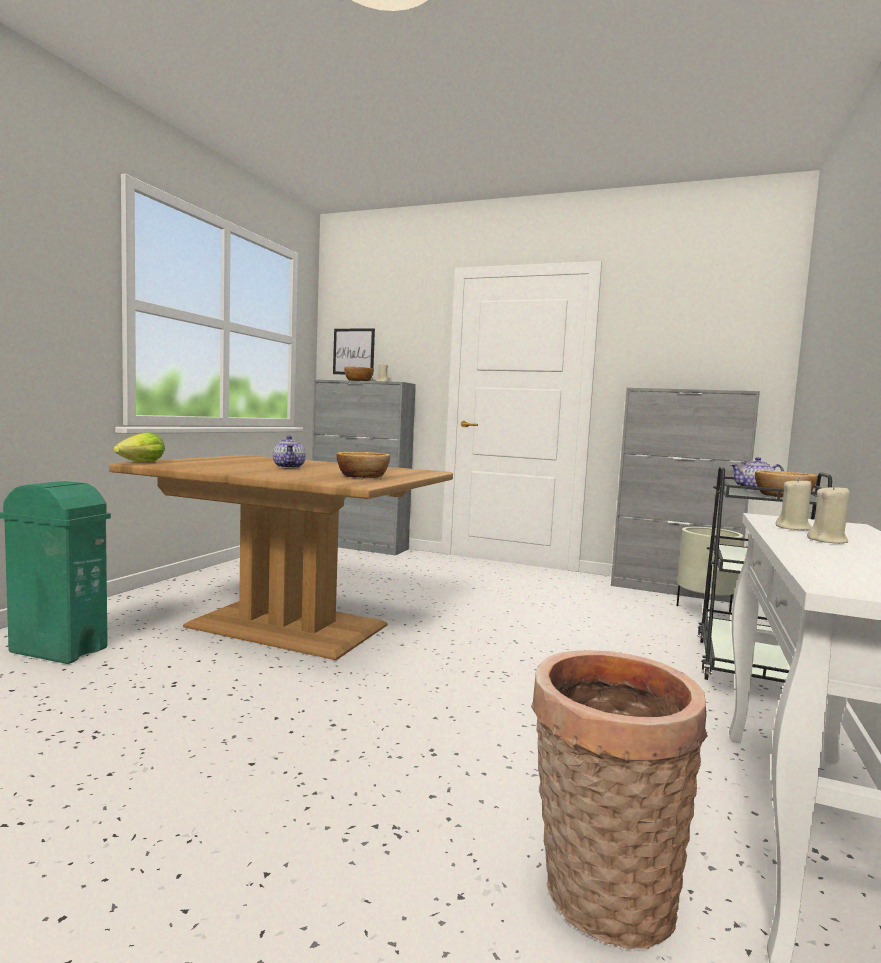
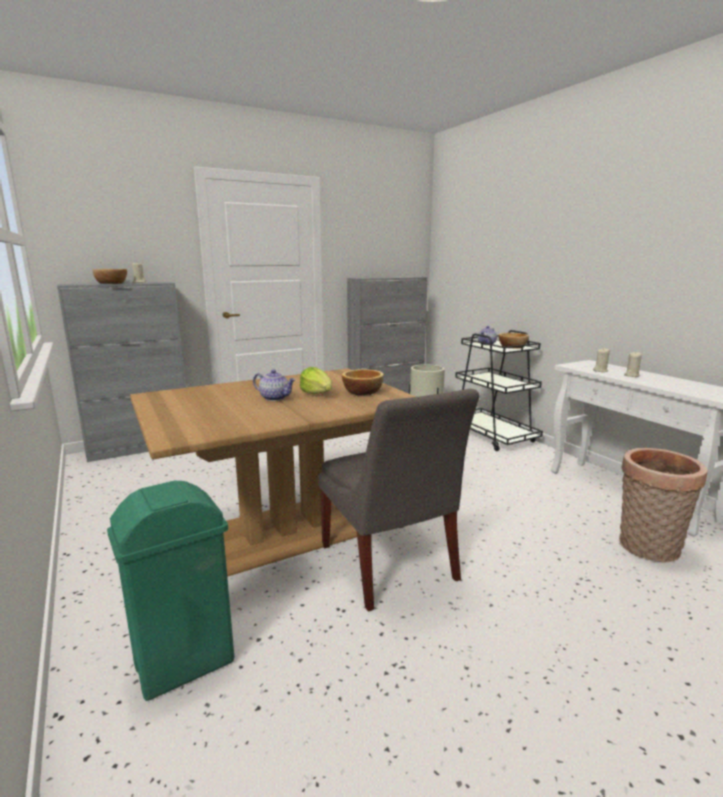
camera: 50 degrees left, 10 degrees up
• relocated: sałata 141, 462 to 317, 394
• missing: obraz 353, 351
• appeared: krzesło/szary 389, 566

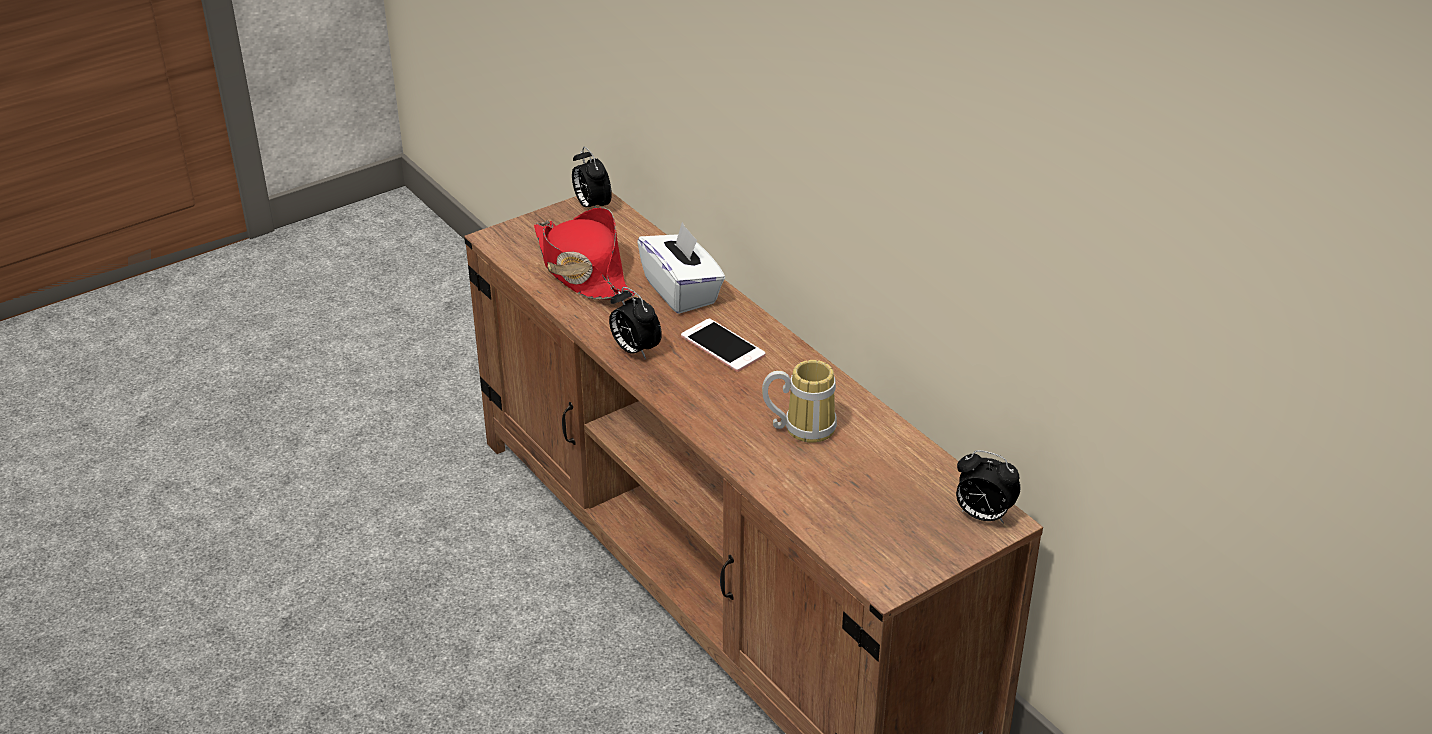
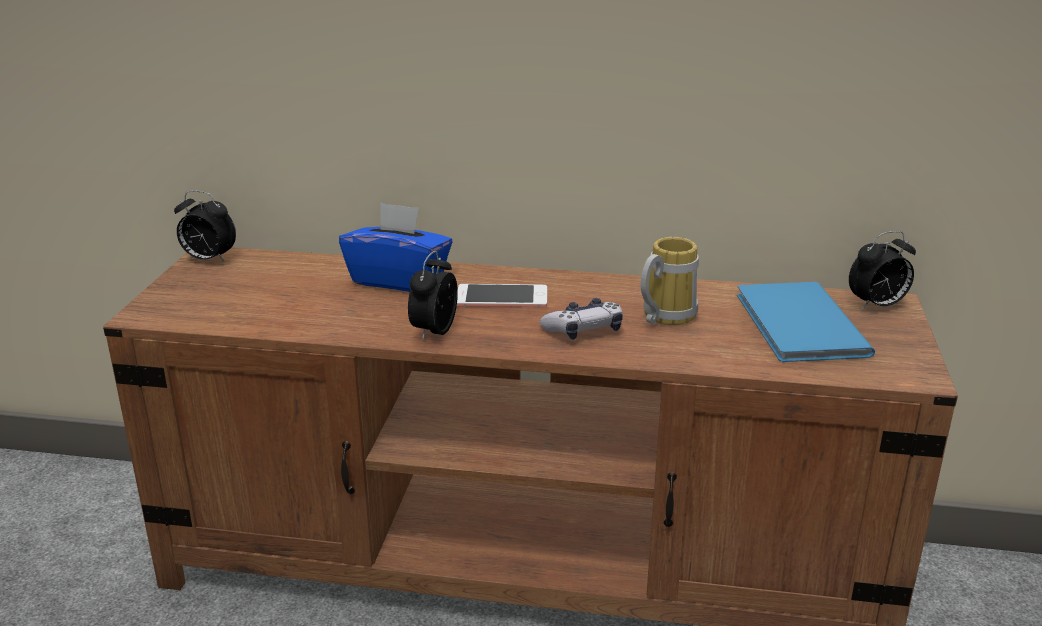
camera: 45 degrees left, 10 degrees down
• missing: kapelusz/czerwony 582, 270
• spun: budzik 634, 350 = 434, 331 105 degrees clockwise
• colour: pudełko chusteczek/biały 681, 291 to pudełko chusteczek/niebieski 399, 279
• appeared: pad do gier 584, 330
• appeared: książka/niebieski 798, 326

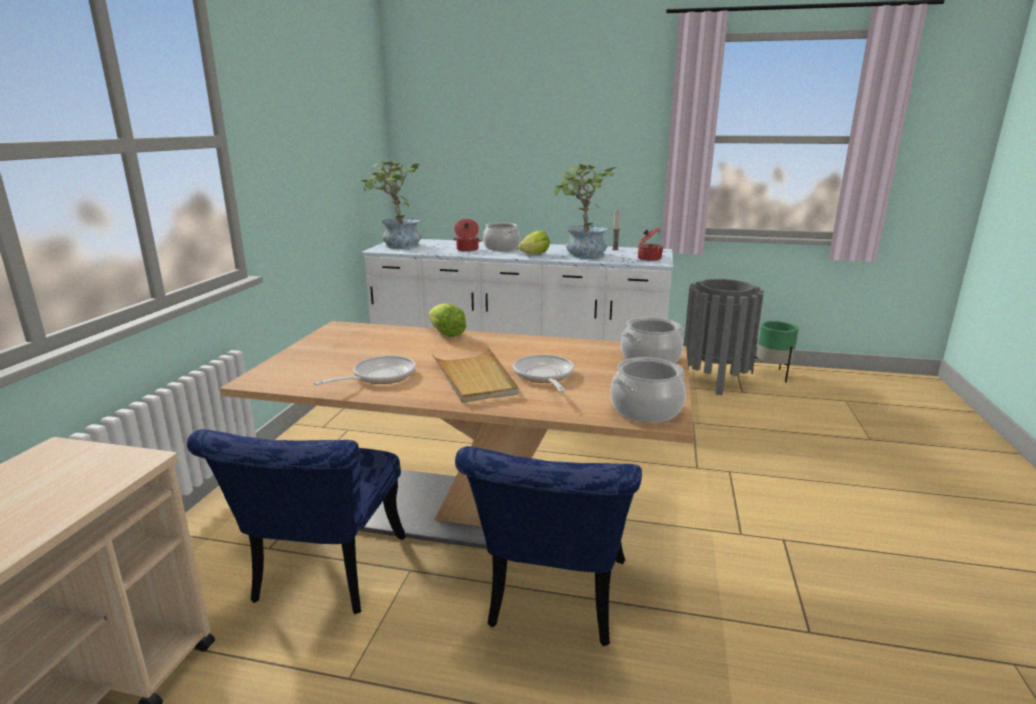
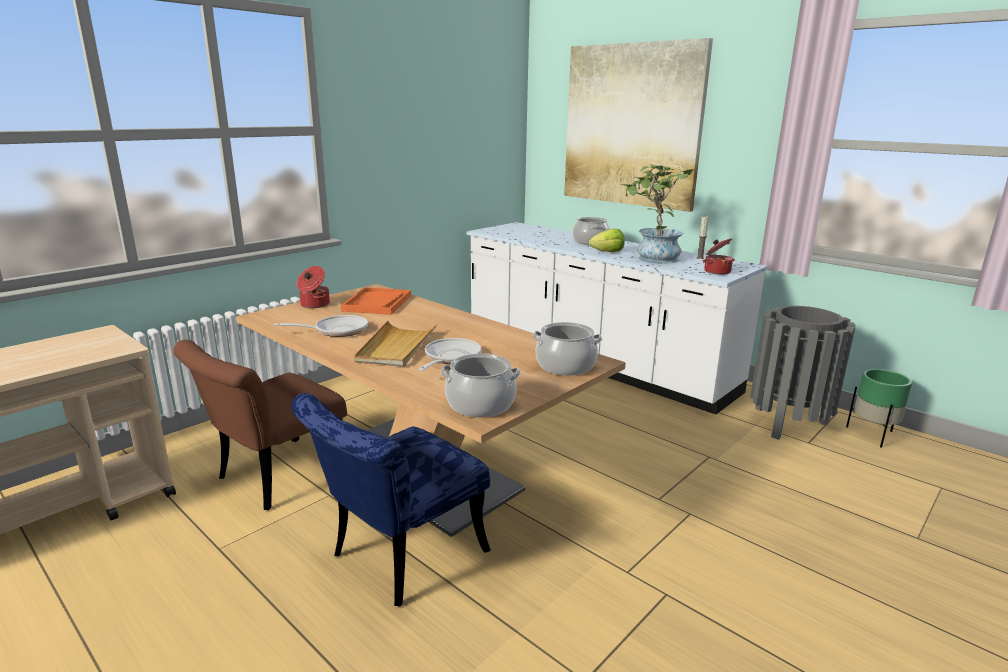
camera: 30 degrees right, 0 degrees up
• colour: krzesło/niebieski 323, 577 to krzesło/brązowy 273, 478
• missing: roślina doniczkowa 397, 246
• missing: sałata 446, 333
• relocated: garnek 467, 249 to 314, 305
• appeared: taca/pomarańczowy 377, 303
• appeared: obraz 632, 126

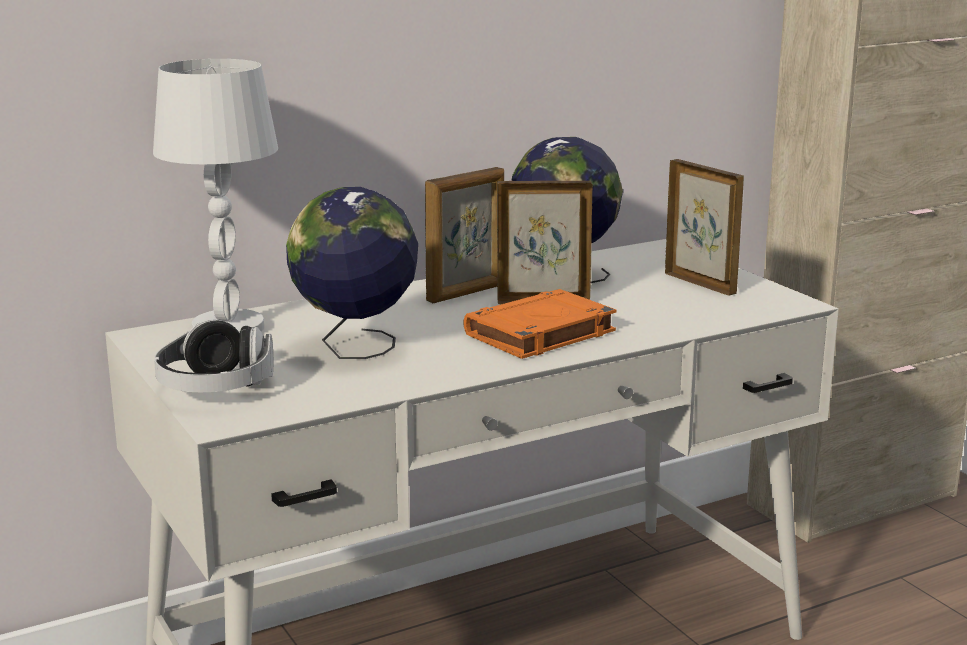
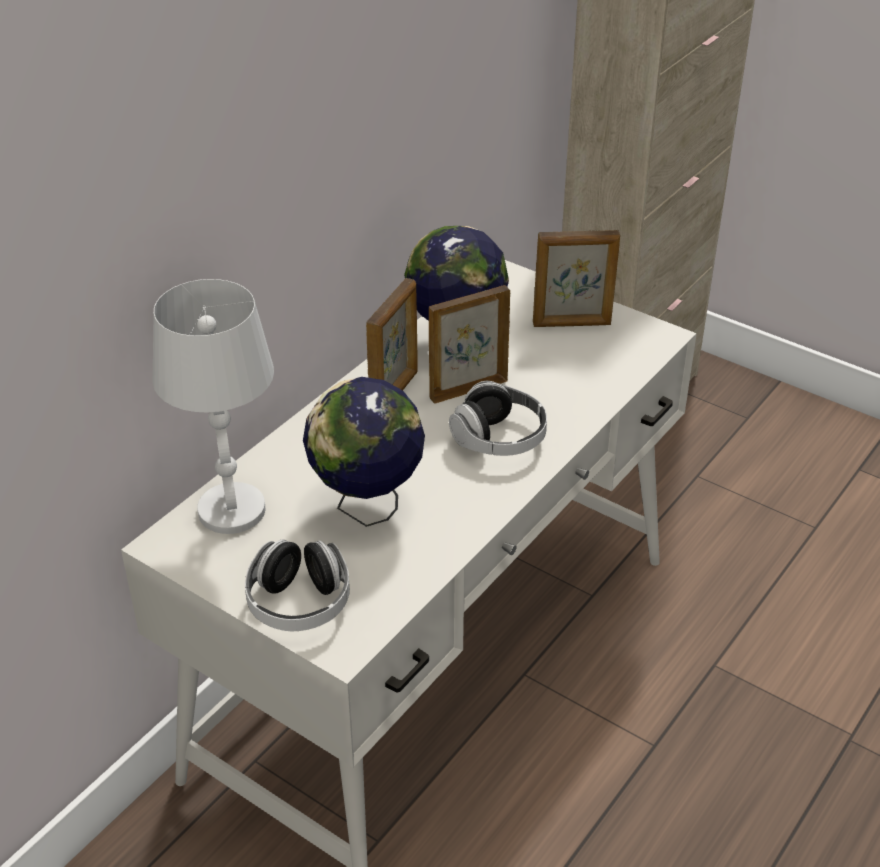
camera: 25 degrees left, 20 degrees up
• exchanged: książka/pomarańczowy 539, 334 to słuchawki 499, 439
• spun: ramka na zdjęcie 700, 283 = 572, 324 150 degrees clockwise

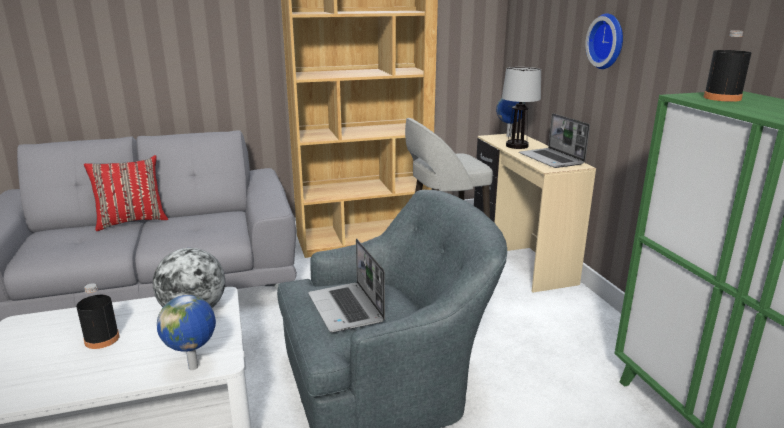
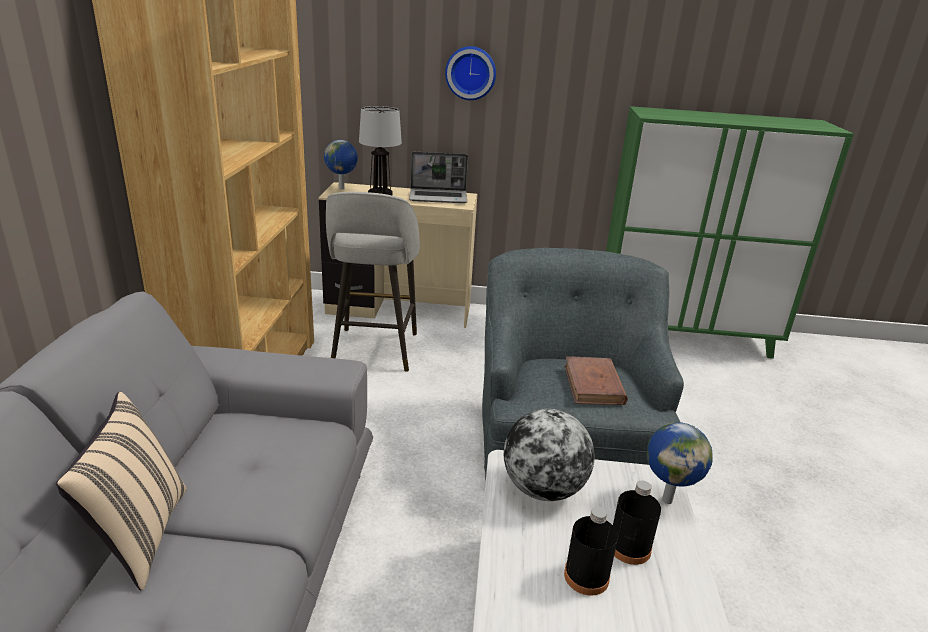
camera: 70 degrees left, 5 degrees up
• colour: poduszka/czerwony 132, 221 to poduszka/beżowy 139, 536
• exchanged: laptop 347, 309 to książka/brązowy 593, 385
• relocated: butelka/czarny 722, 98 to 629, 547

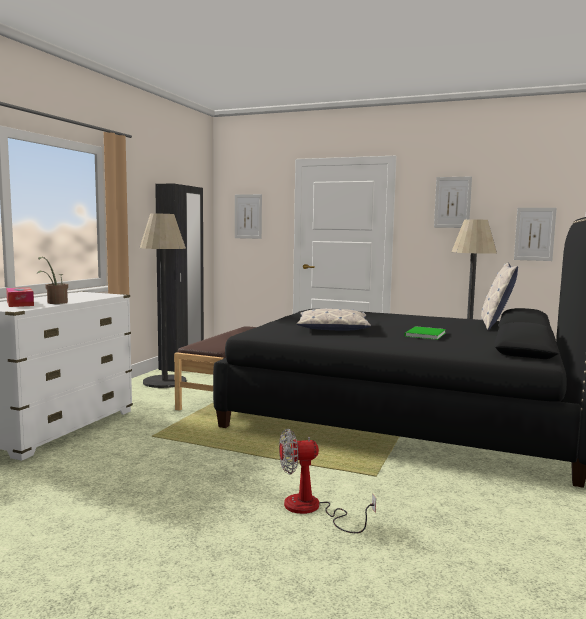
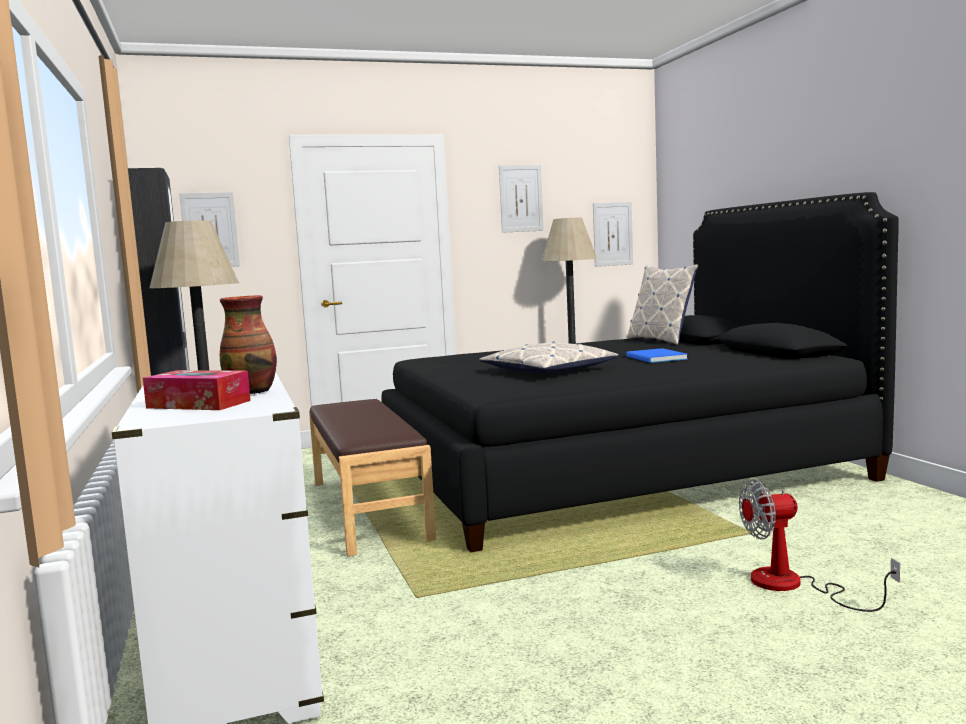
camera: 40 degrees left, 0 degrees up
• exchanged: roślina doniczkowa 55, 303 to wazon 252, 392
• spun: wentylator 312, 509 = 793, 586 45 degrees clockwise
• colour: książka/zielony 423, 334 to książka/niebieski 655, 358

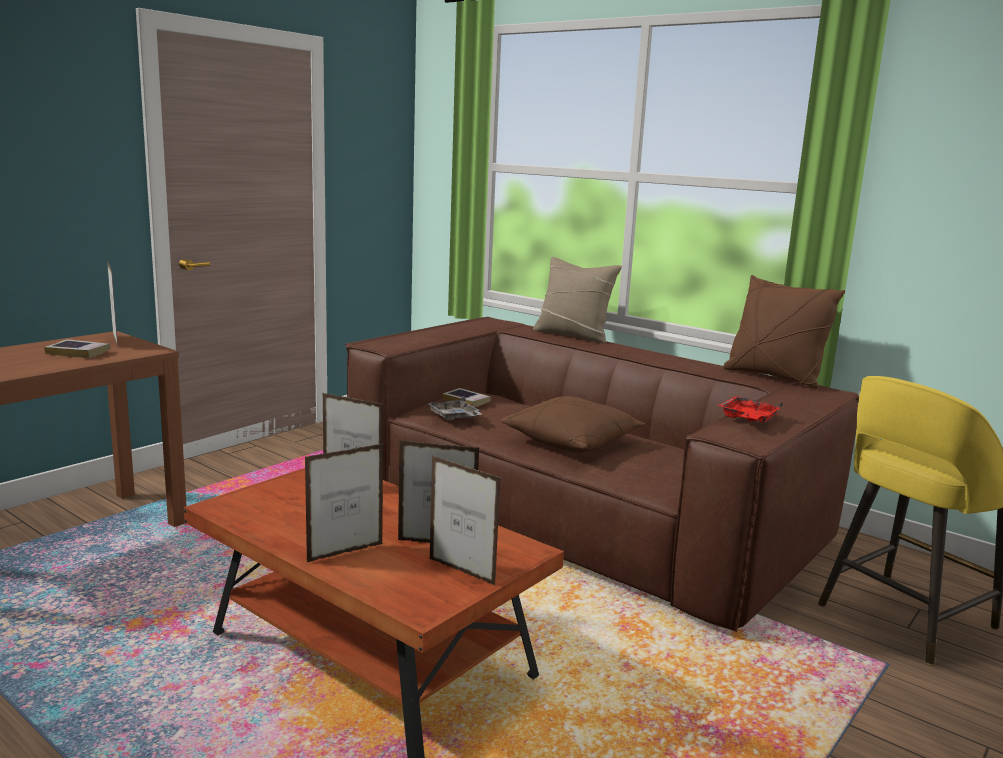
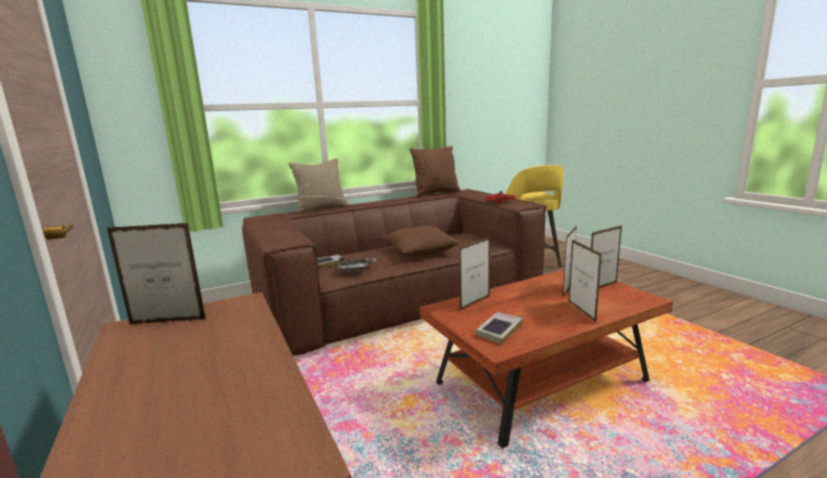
camera: 65 degrees left, 0 degrees up
• relocated: książka 78, 353 to 499, 331

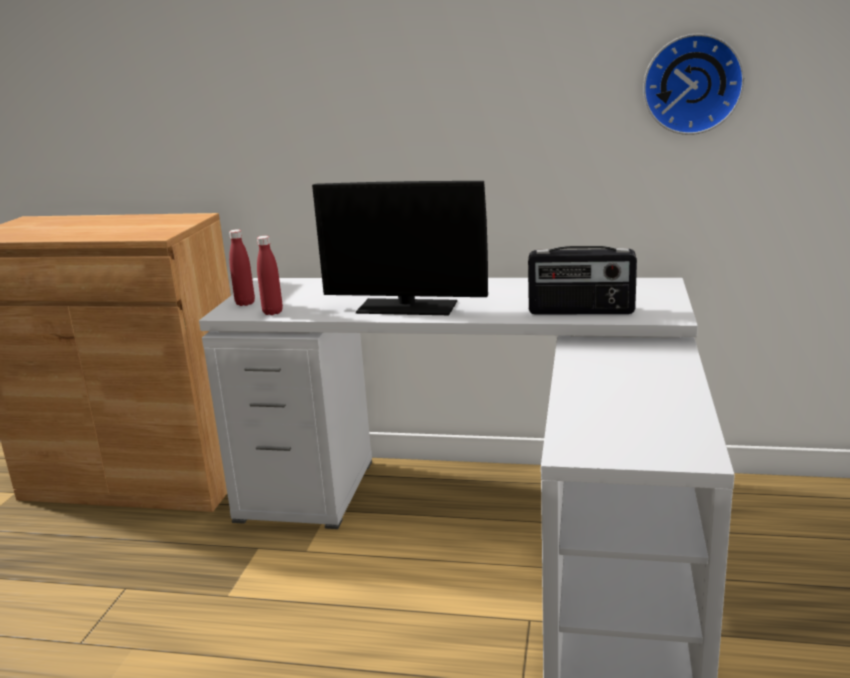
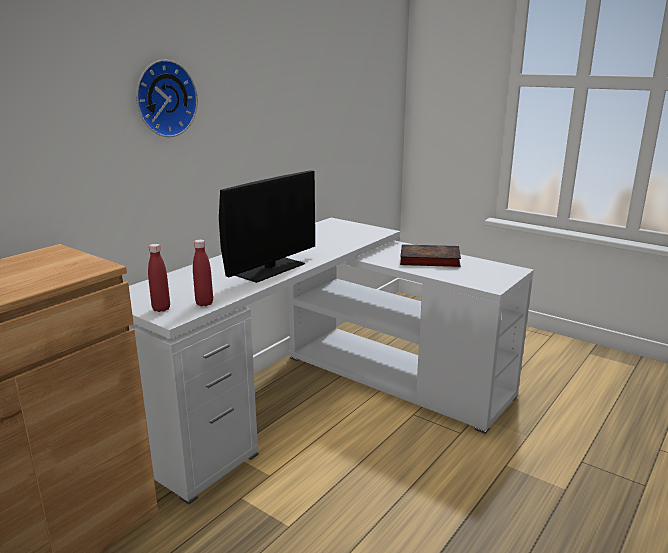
camera: 65 degrees left, 0 degrees up
• missing: radio 581, 311
• relocated: zegar ścienny 692, 84 to 164, 98
• appeared: książka 428, 260

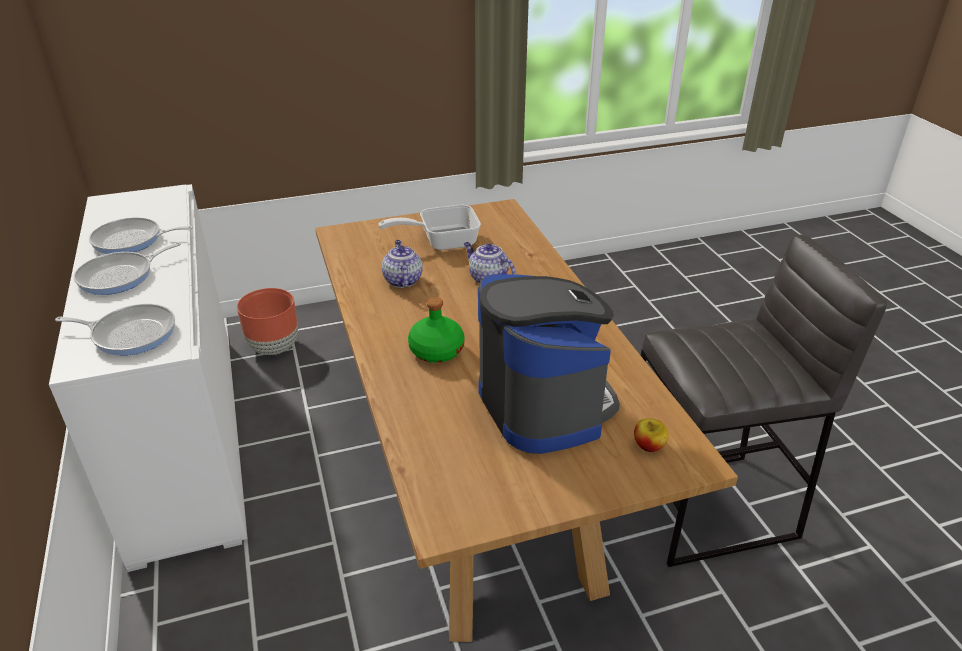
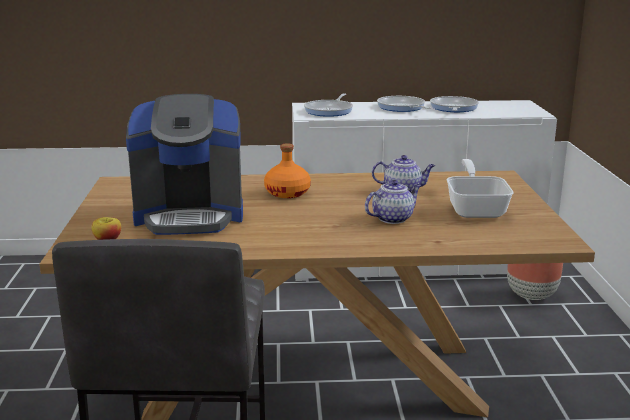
camera: 105 degrees right, 15 degrees down
• colour: butelka/zielony 436, 350 to butelka/pomarańczowy 287, 193

